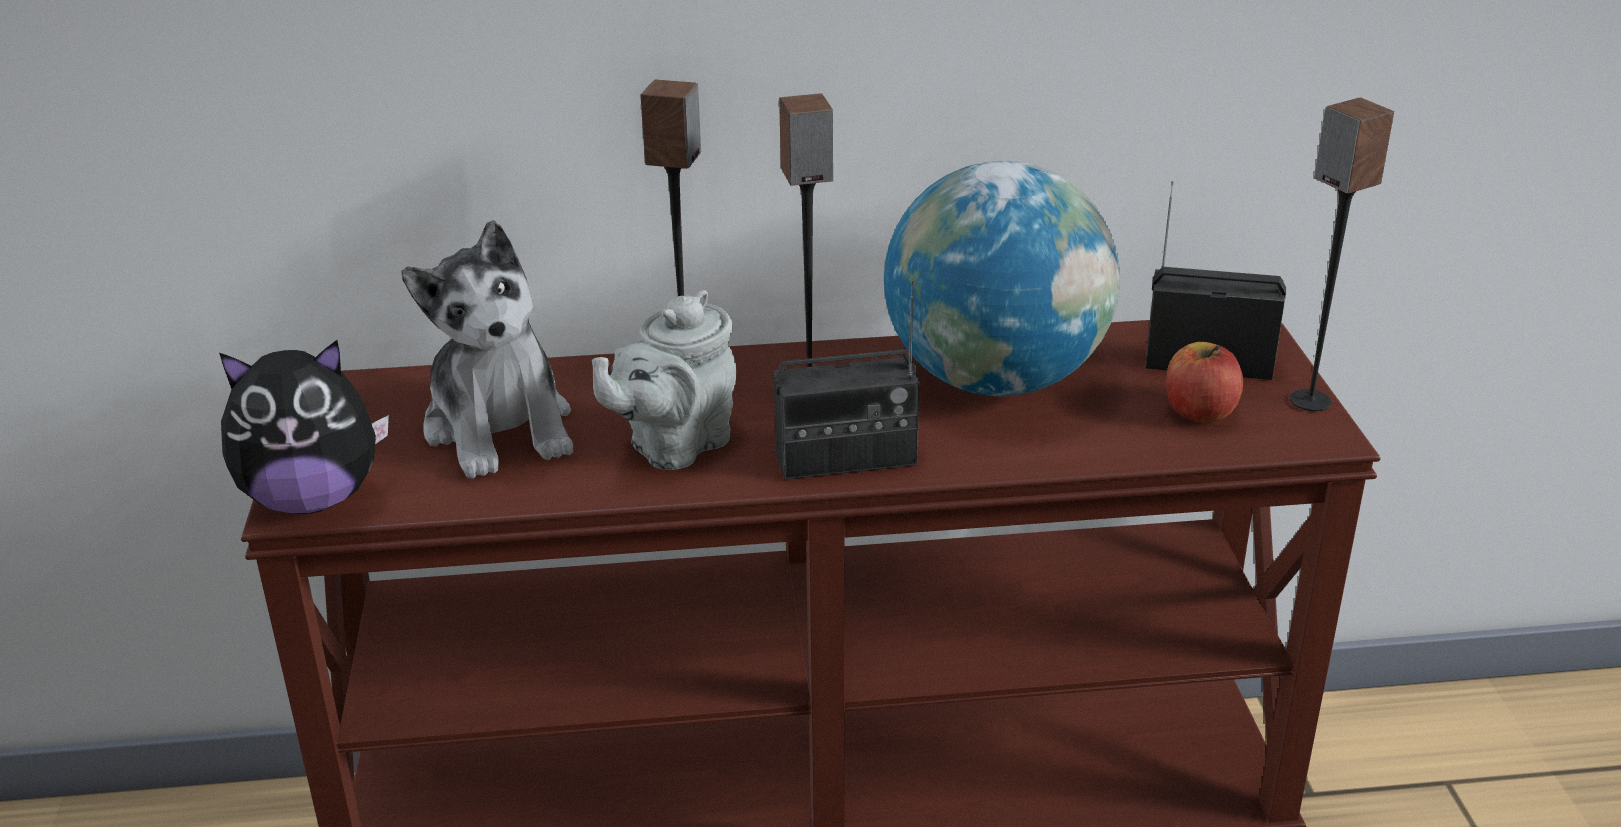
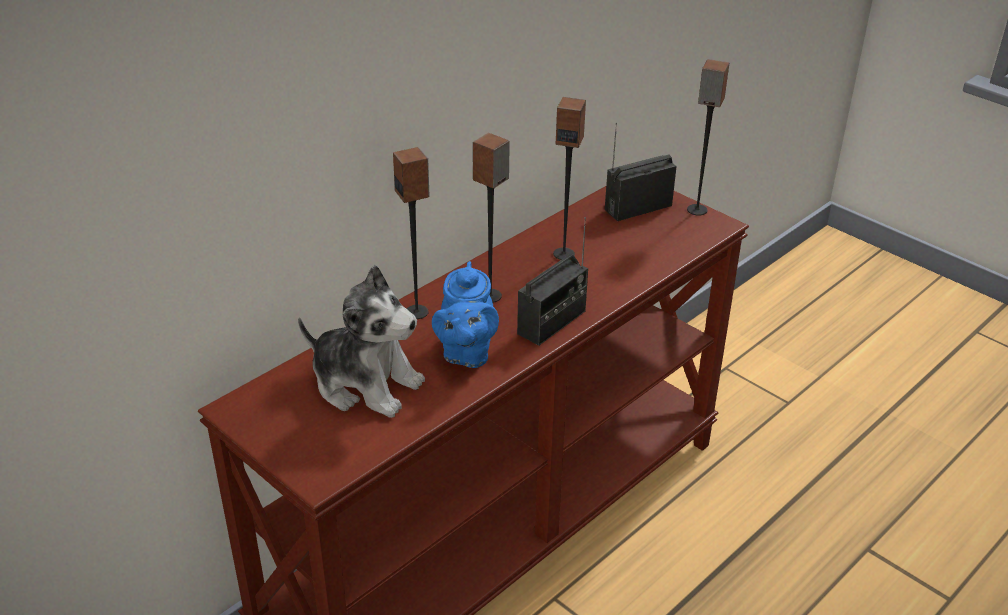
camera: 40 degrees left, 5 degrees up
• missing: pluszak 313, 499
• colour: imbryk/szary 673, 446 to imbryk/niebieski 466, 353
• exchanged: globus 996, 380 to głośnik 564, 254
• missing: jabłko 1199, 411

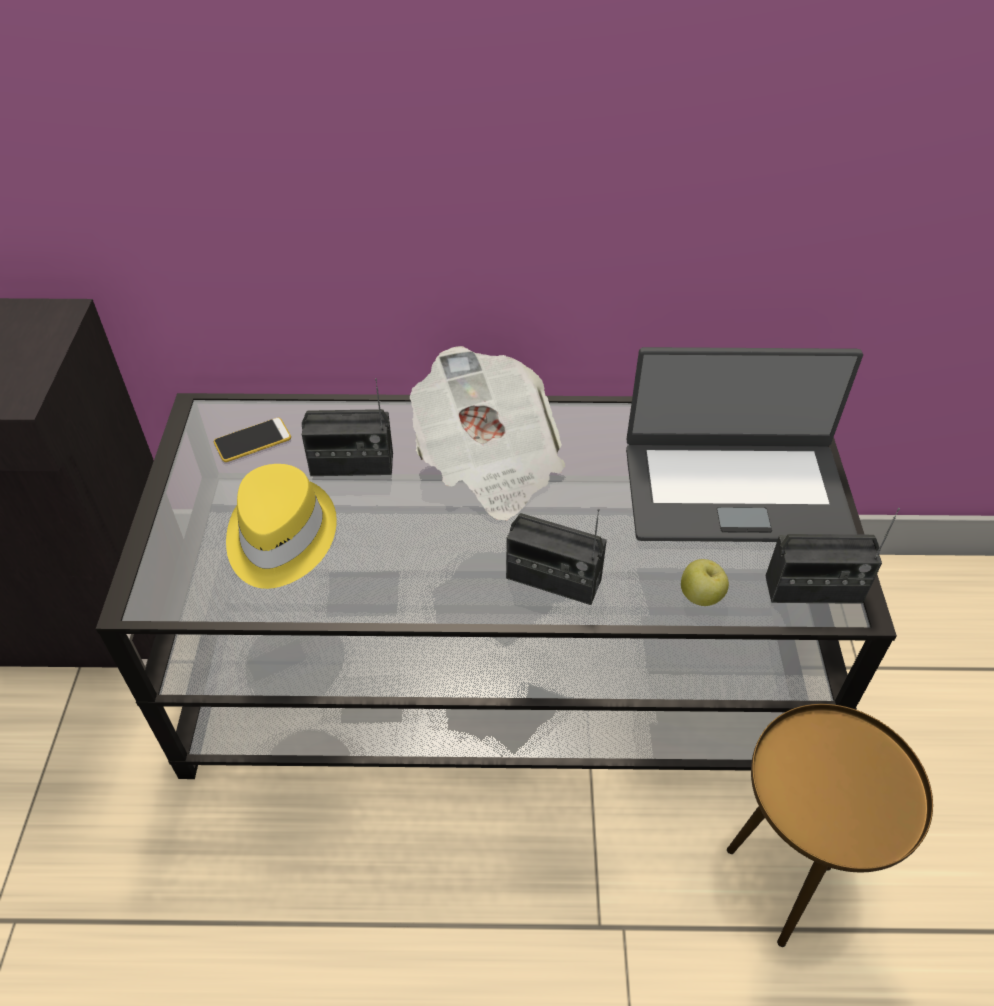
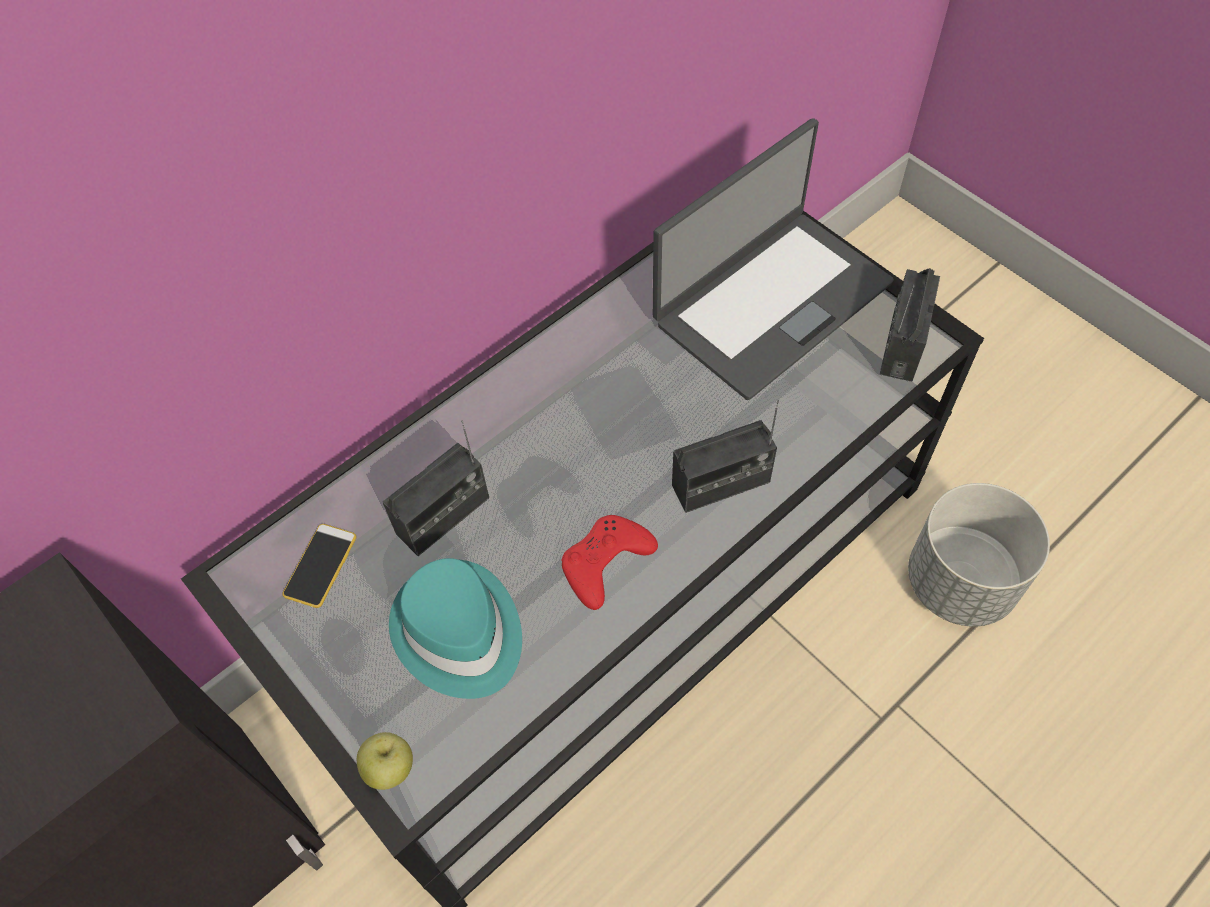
camera: 40 degrees left, 10 degrees up
• colour: kapelusz/żółty 279, 537 to kapelusz/turkusowy 458, 633
• missing: gazeta 488, 462
• relocated: jabłko 700, 596 to 390, 768
• exchanged: stolik/brązowy 779, 885 to donica/szary 960, 581
• spun: radio 813, 590 = 902, 344 150 degrees clockwise
• appeared: pad do gier/czerwony 605, 562

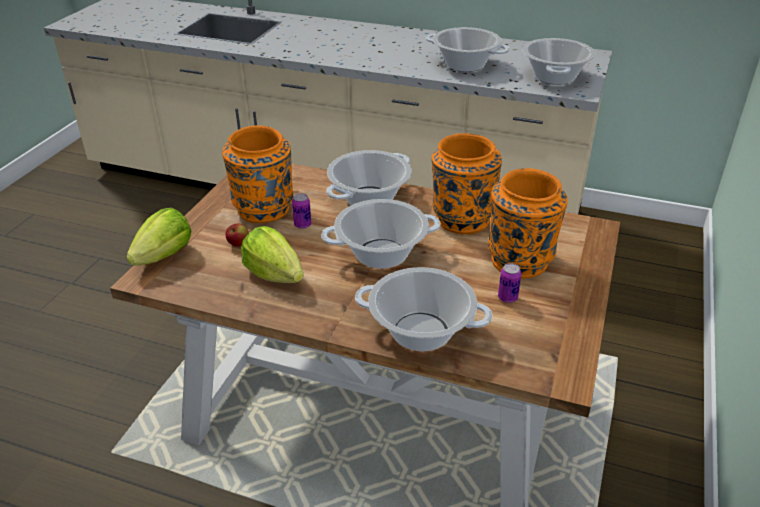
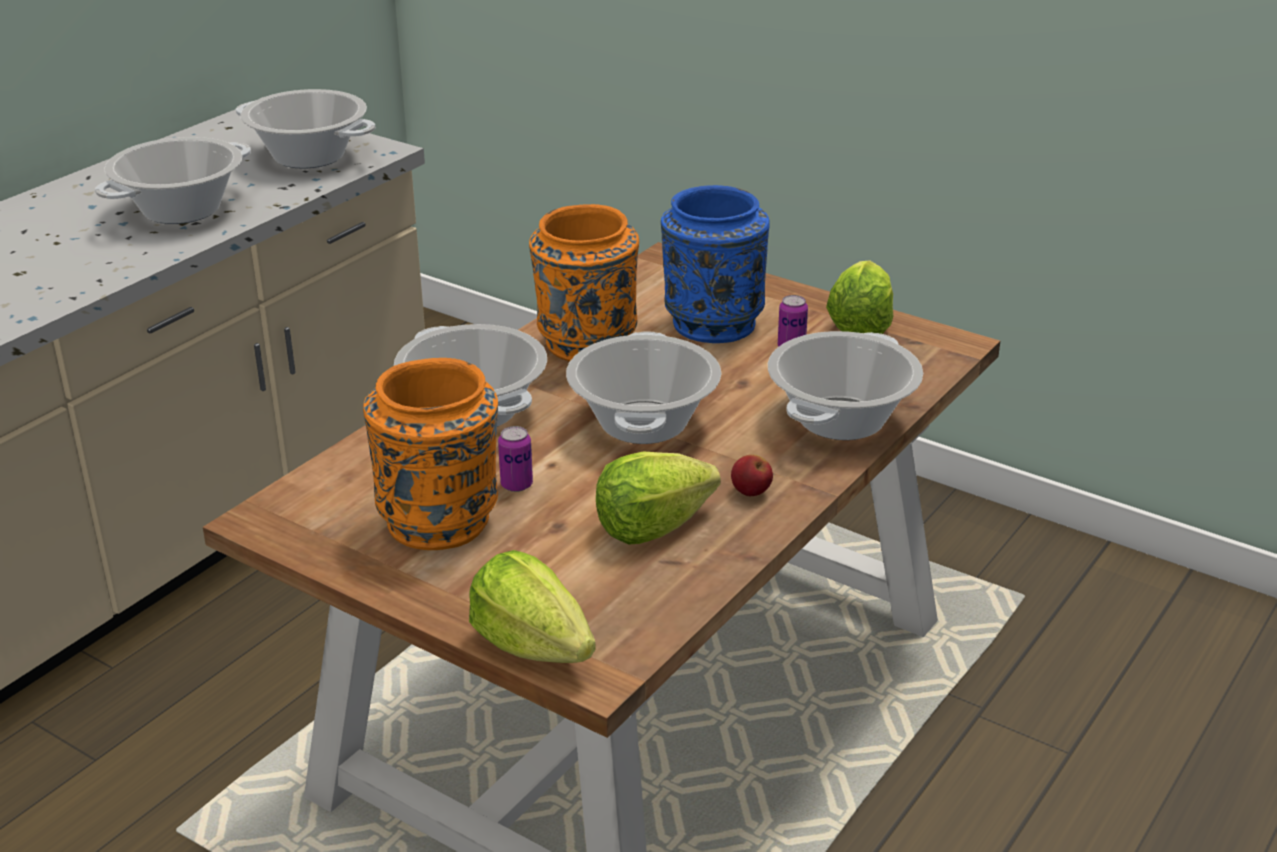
camera: 75 degrees left, 5 degrees down
• relocated: jabłko 238, 244 to 751, 492
• colour: wazon/pomarańczowy 520, 260 to wazon/niebieski 712, 323
• appeared: sałata 860, 326

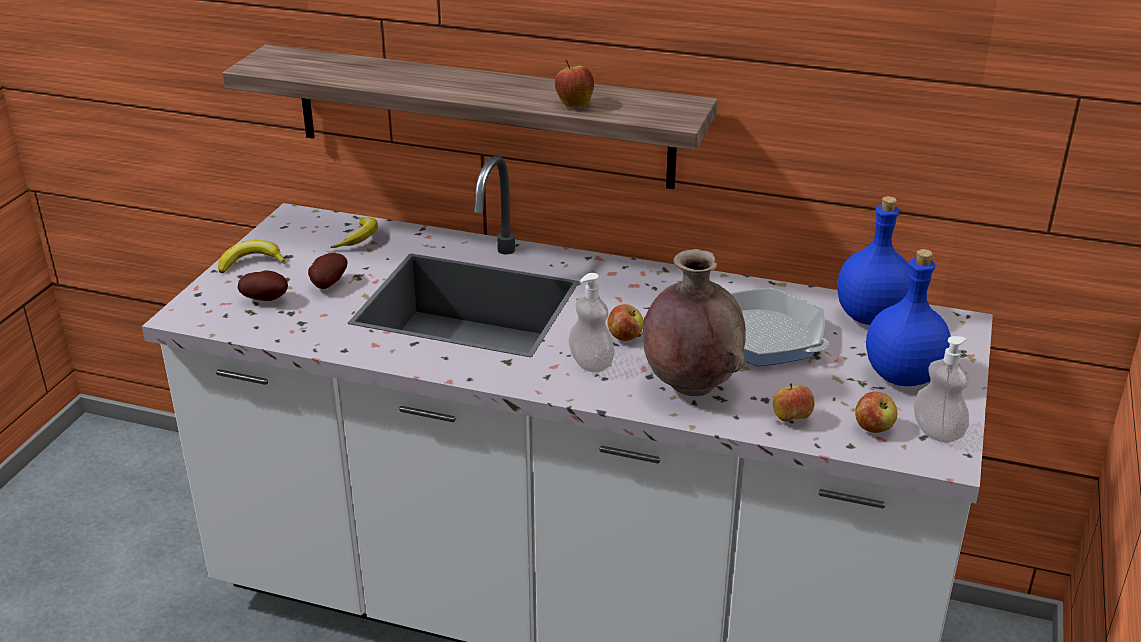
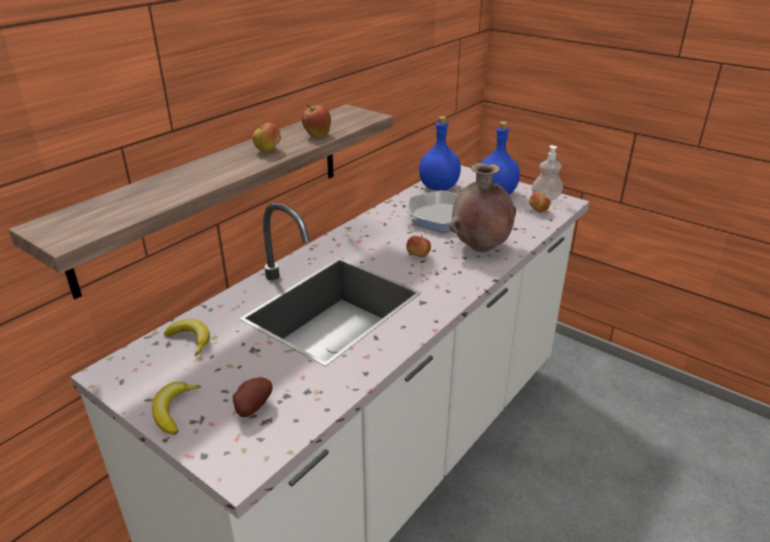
camera: 70 degrees left, 0 degrees up
• missing: ziemniak 327, 284
• missing: dozownik mydła 591, 363
• relocated: jabłko 791, 419 to 268, 150

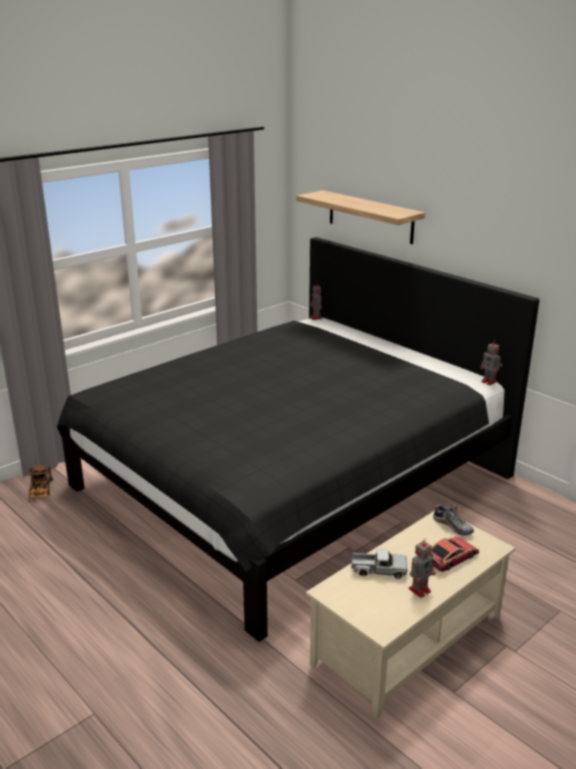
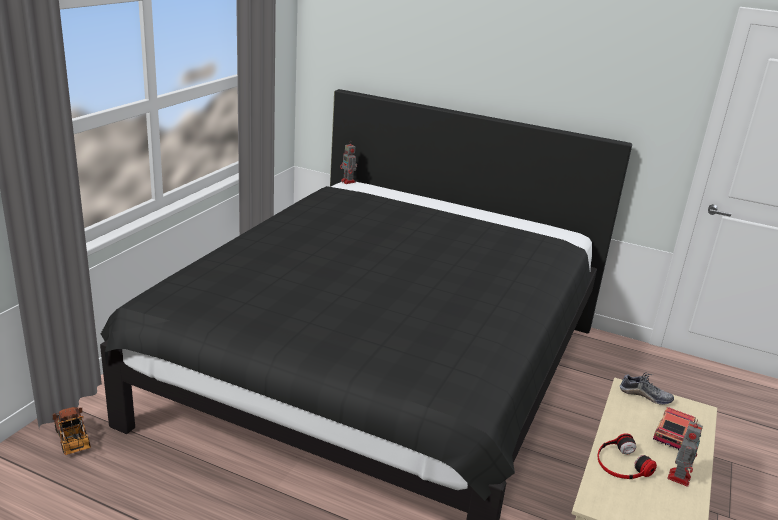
camera: 25 degrees left, 0 degrees up
• missing: półka 370, 216
• exchanged: ciężarówka zabawkowa 378, 570 to słuchawki 621, 463
• missing: robot zabawkowy 489, 382

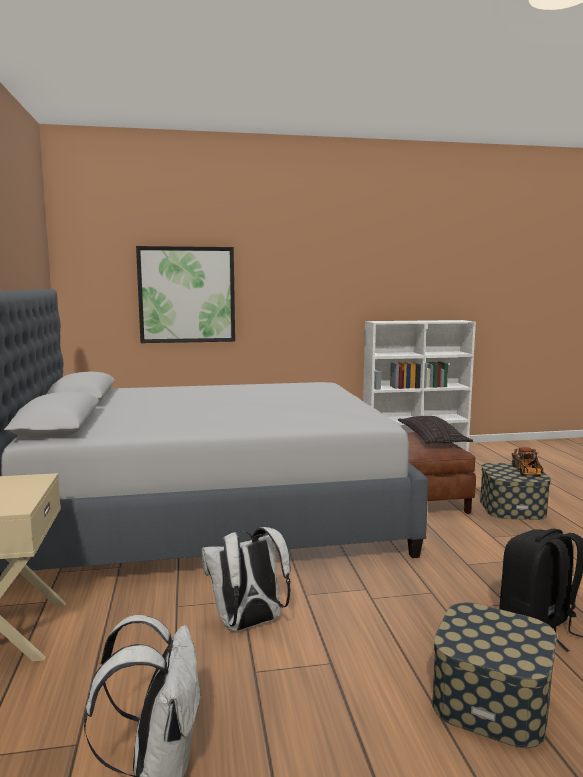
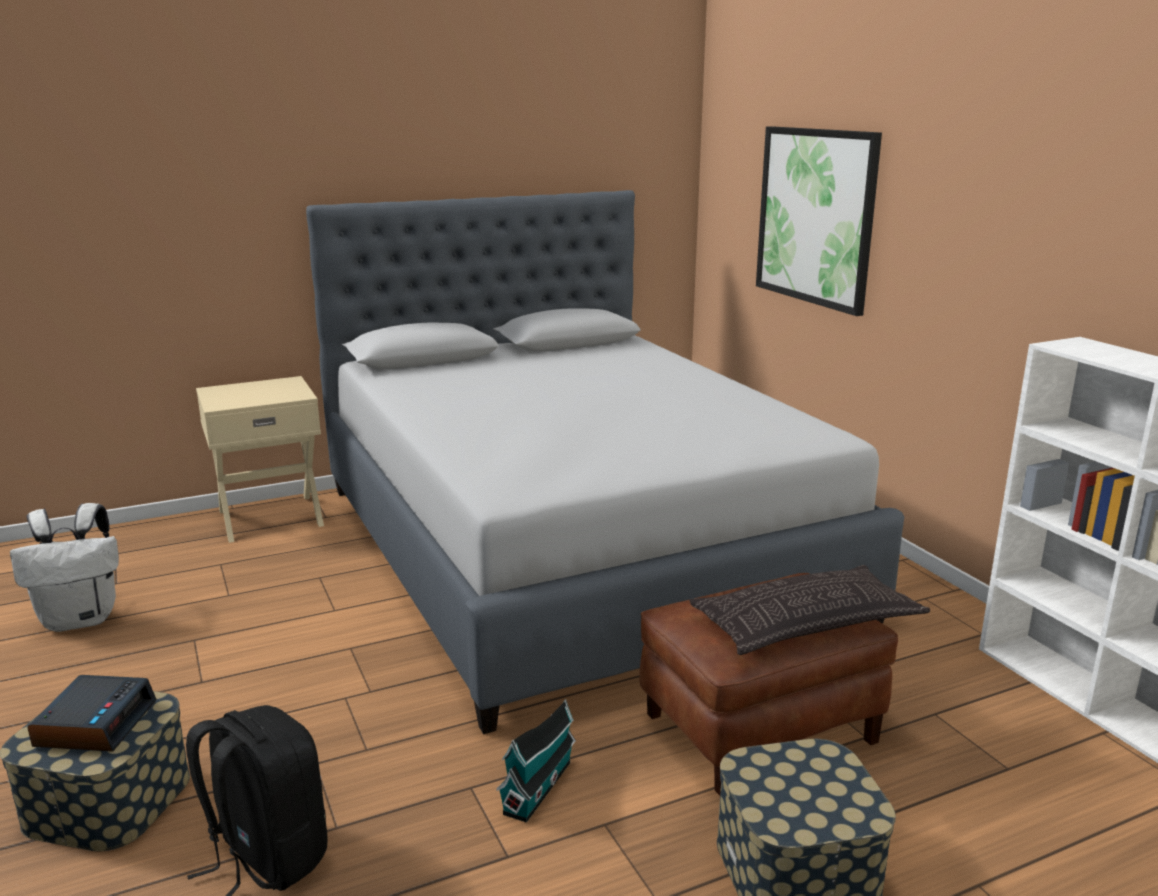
camera: 75 degrees right, 10 degrees up
• missing: plecak/biały 248, 624
• missing: ciężarówka zabawkowa 527, 472
• appeared: budzik 96, 723
• appeared: domek 539, 785

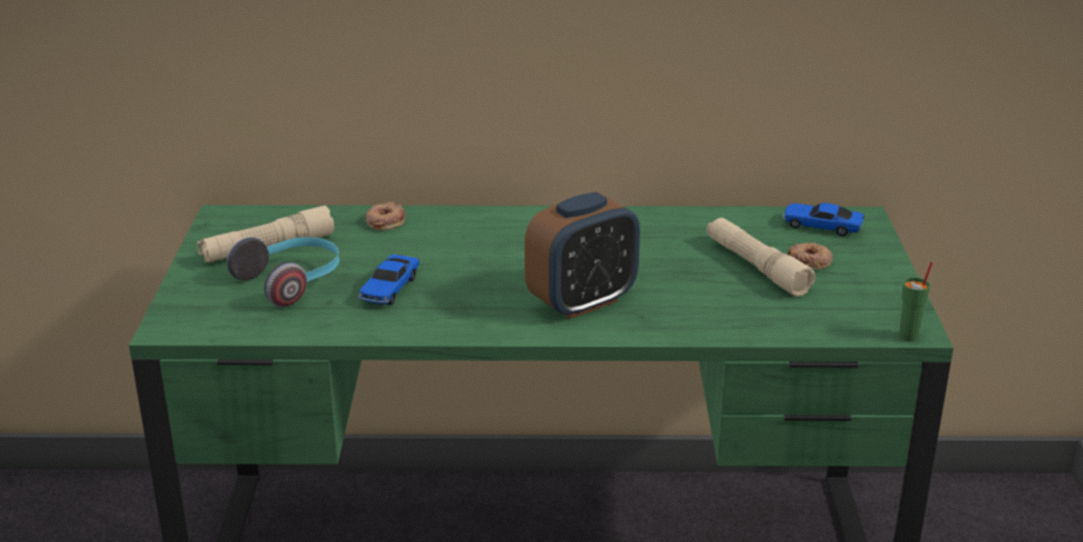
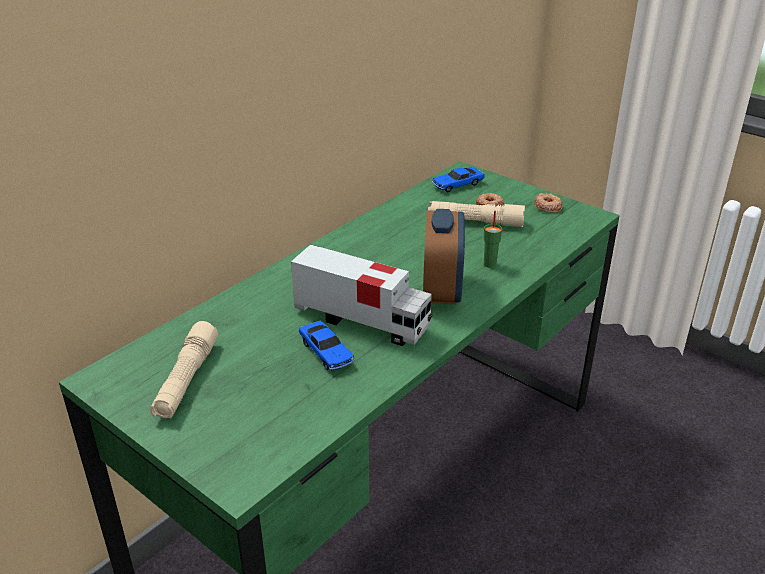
camera: 50 degrees left, 5 degrees up
• missing: słuchawki 292, 282
• relocated: donut 385, 221 to 547, 206
• relocated: filiżanka/zielony 909, 336 to 490, 264
• appeared: ciężarówka zabawkowa 362, 321

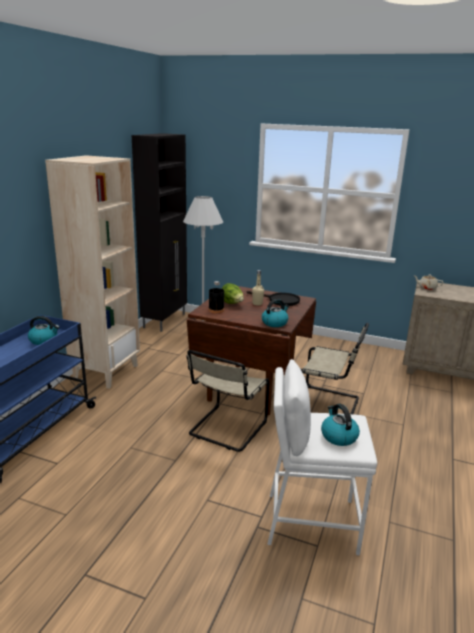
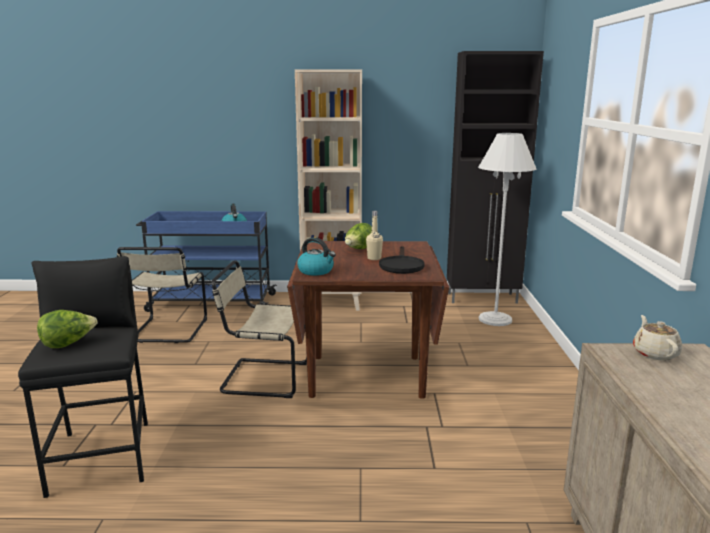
camera: 70 degrees right, 5 degrees down
• missing: butelka/czarny 216, 310
• colour: stołek/biały 311, 521 to stołek/czarny 103, 456
• relocated: krzesło/beżowy 329, 405 to 168, 331
• exchanged: czajnik 338, 436 to sałata 68, 344

